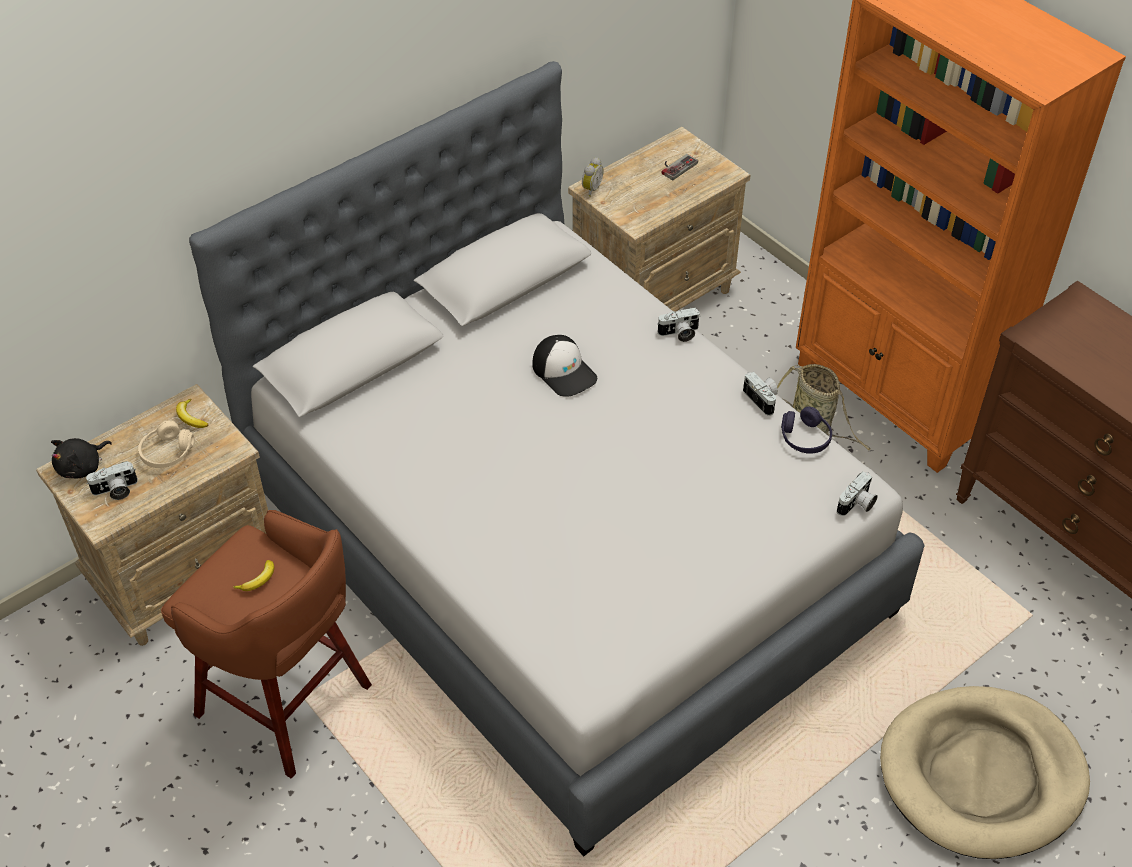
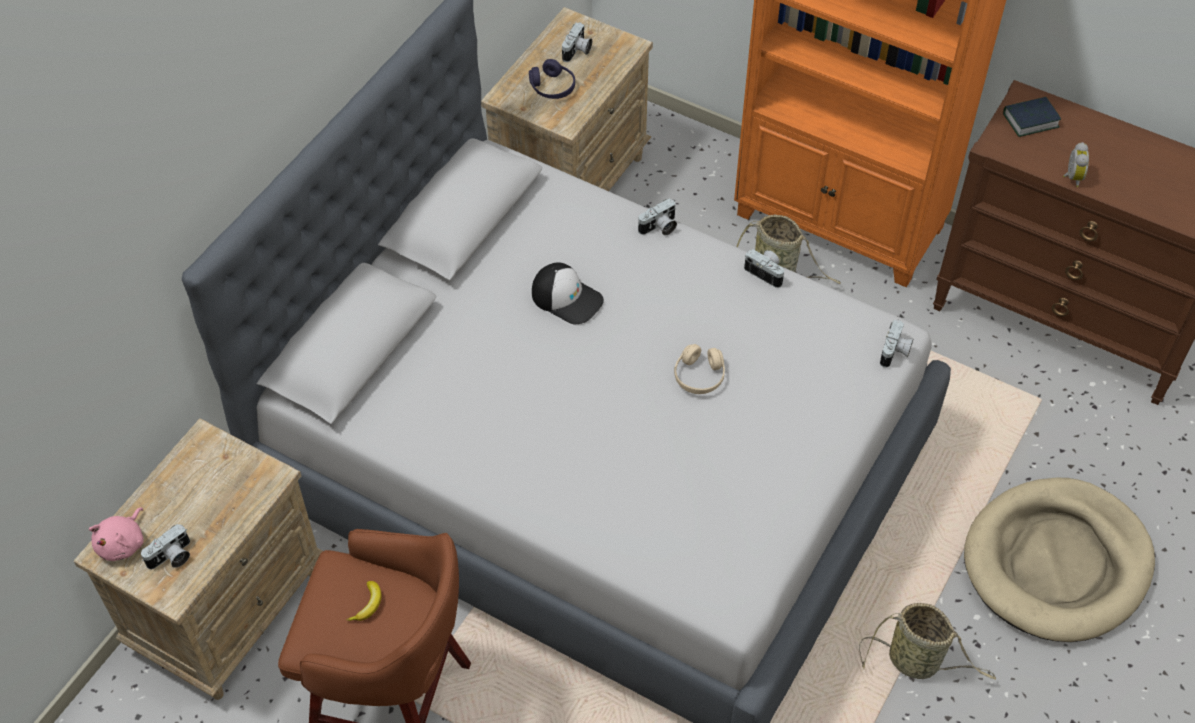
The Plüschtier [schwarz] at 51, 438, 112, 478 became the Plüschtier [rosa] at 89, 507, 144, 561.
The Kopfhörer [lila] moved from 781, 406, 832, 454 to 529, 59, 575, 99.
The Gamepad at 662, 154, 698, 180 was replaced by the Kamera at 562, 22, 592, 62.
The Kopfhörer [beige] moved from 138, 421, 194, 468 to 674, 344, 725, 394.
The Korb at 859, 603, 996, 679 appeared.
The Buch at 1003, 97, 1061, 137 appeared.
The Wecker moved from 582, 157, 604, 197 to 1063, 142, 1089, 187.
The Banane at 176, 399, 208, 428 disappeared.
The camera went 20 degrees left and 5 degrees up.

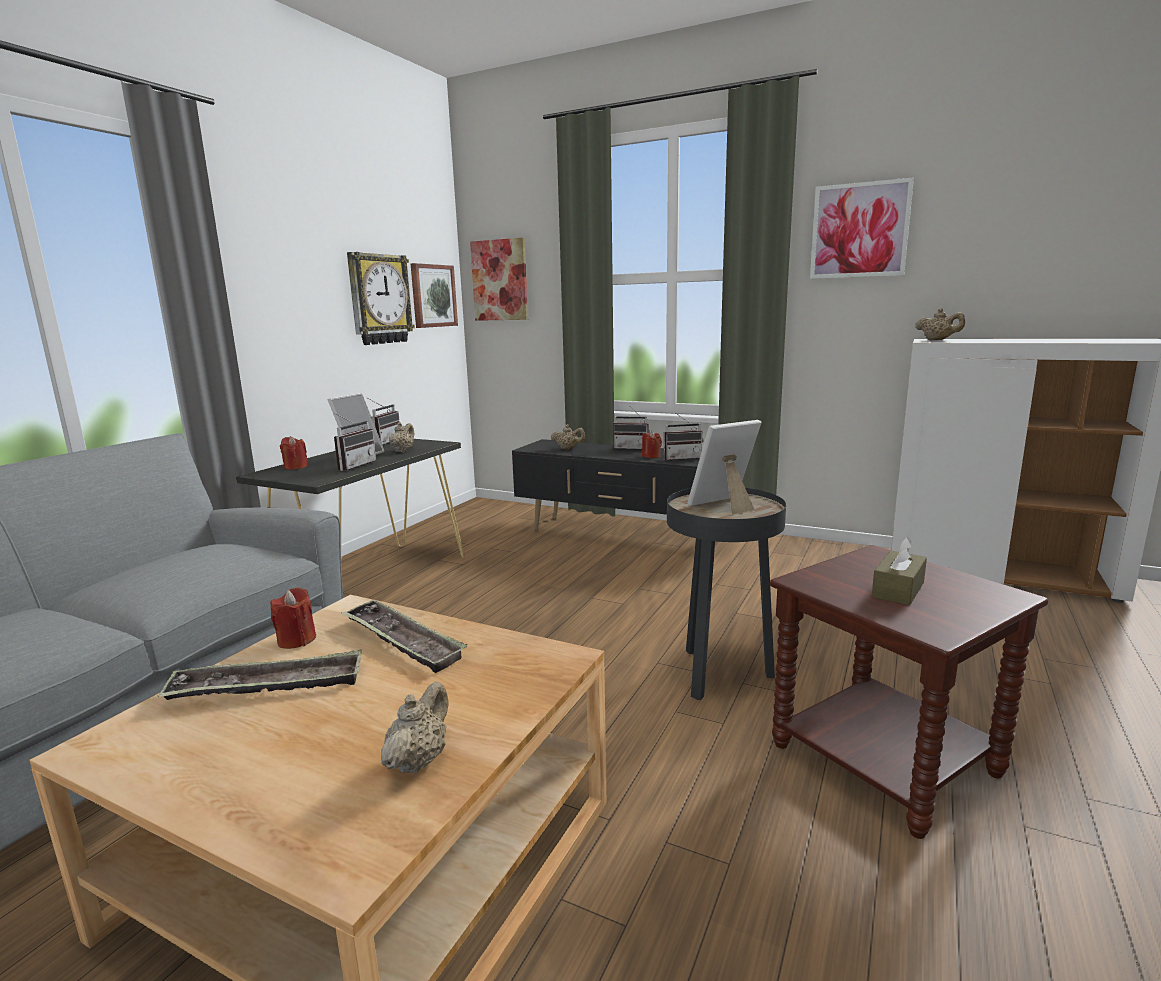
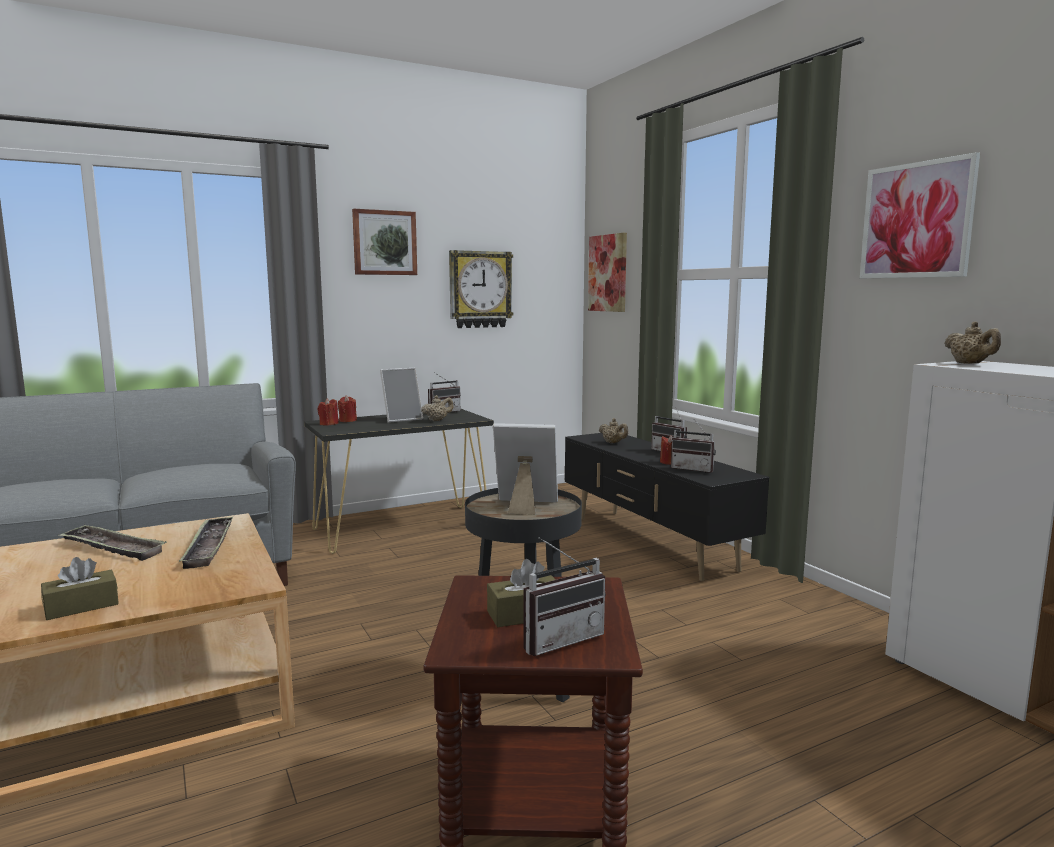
The Teekanne [beige] at 381, 682, 448, 774 was replaced by the Taschentuchbox [braun] at 41, 557, 119, 620.
The Kerze [rot] moved from 270, 588, 316, 649 to 317, 398, 339, 425.
The Bild moved from 411, 263, 458, 328 to 352, 209, 417, 275.
The Radio moved from 334, 413, 376, 471 to 523, 537, 606, 656.
The camera went 35 degrees right and 5 degrees down.

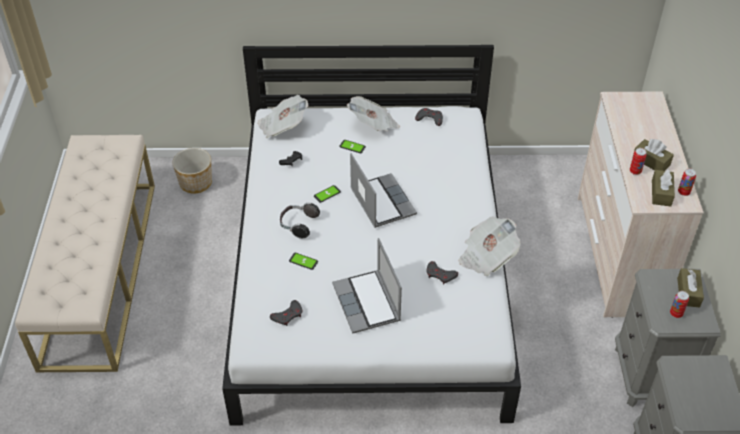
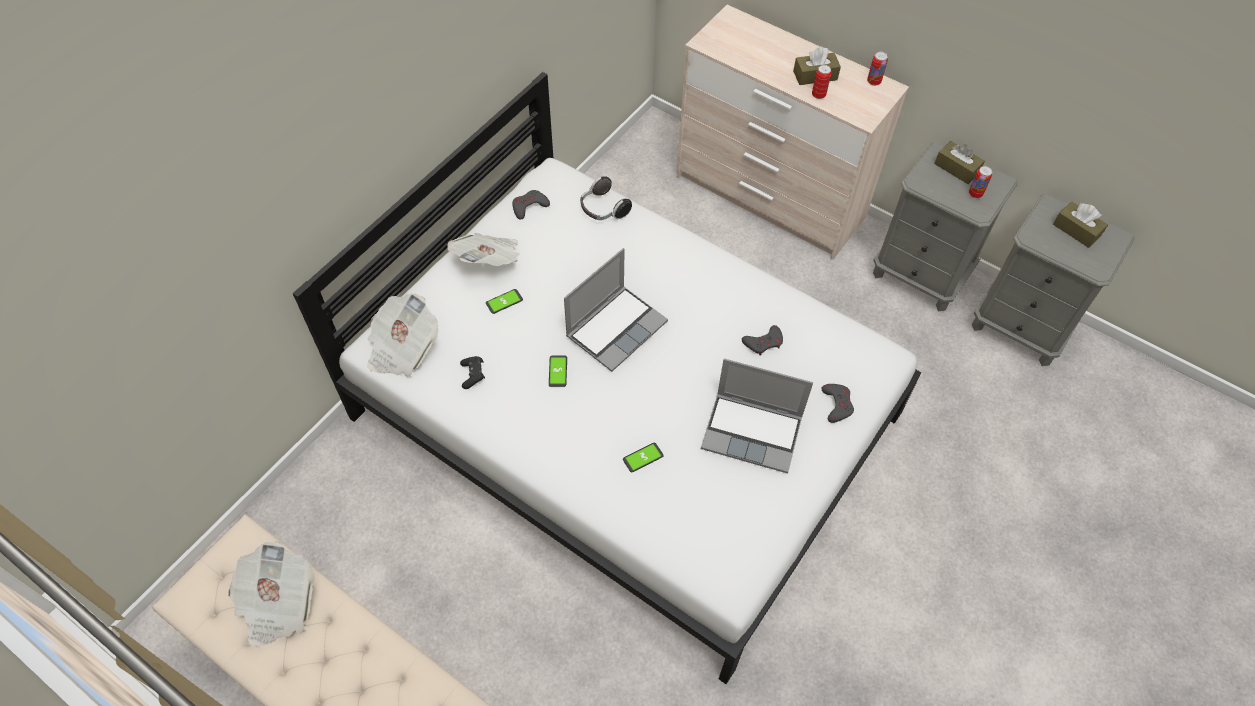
The Zeitung moved from 459, 216, 521, 277 to 228, 541, 315, 647.
The Laptop at 350, 153, 417, 228 turned 120 degrees clockwise.
The Kopfhörer moved from 280, 202, 320, 239 to 580, 176, 632, 220.
The Gamepad [grau] moved from 270, 300, 302, 326 to 822, 384, 854, 423.
The Taschentuchbox [braun] moved from 652, 170, 675, 207 to 1053, 201, 1108, 248.
The Pflanzkübel at 172, 148, 212, 194 disappeared.
The camera went 55 degrees left and 10 degrees up.

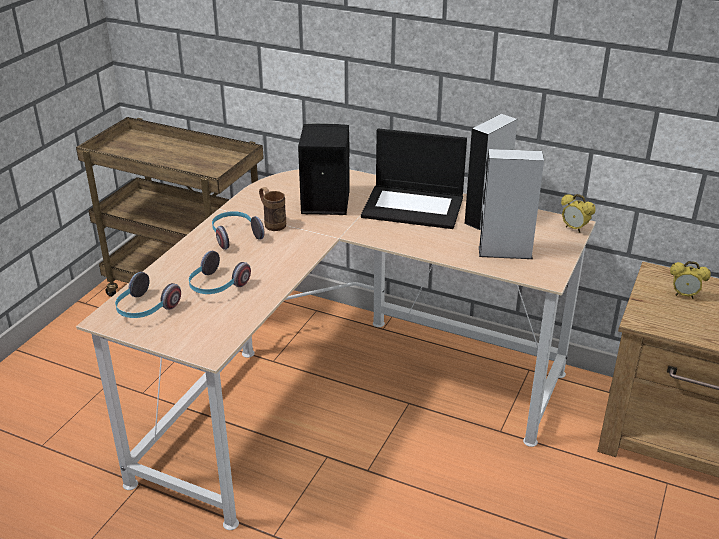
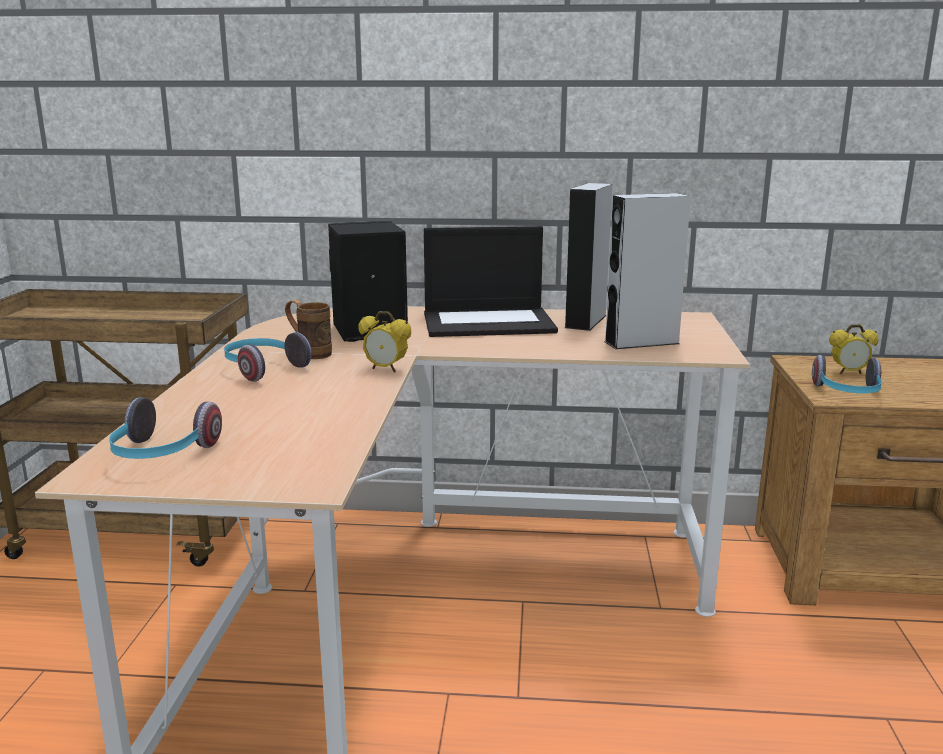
The Wecker moved from 561, 194, 596, 233 to 358, 311, 411, 372.
The Kopfhörer moved from 189, 251, 251, 294 to 812, 355, 882, 393.
The camera went 20 degrees left and 15 degrees down.

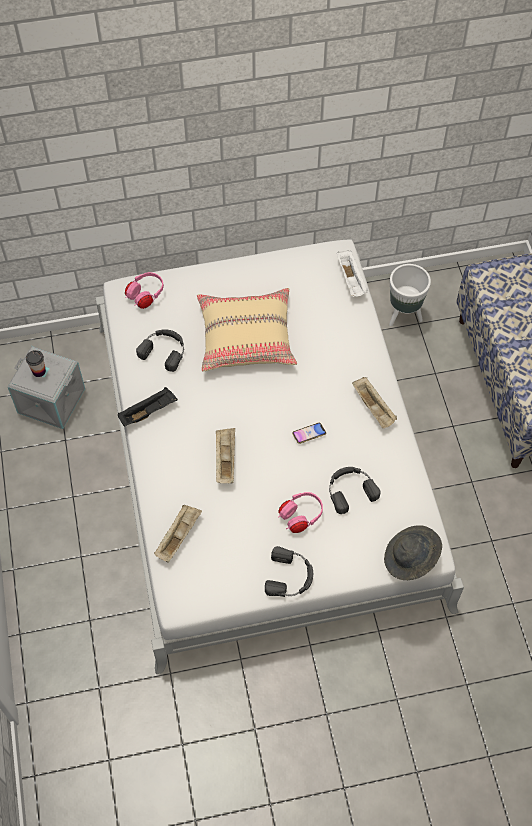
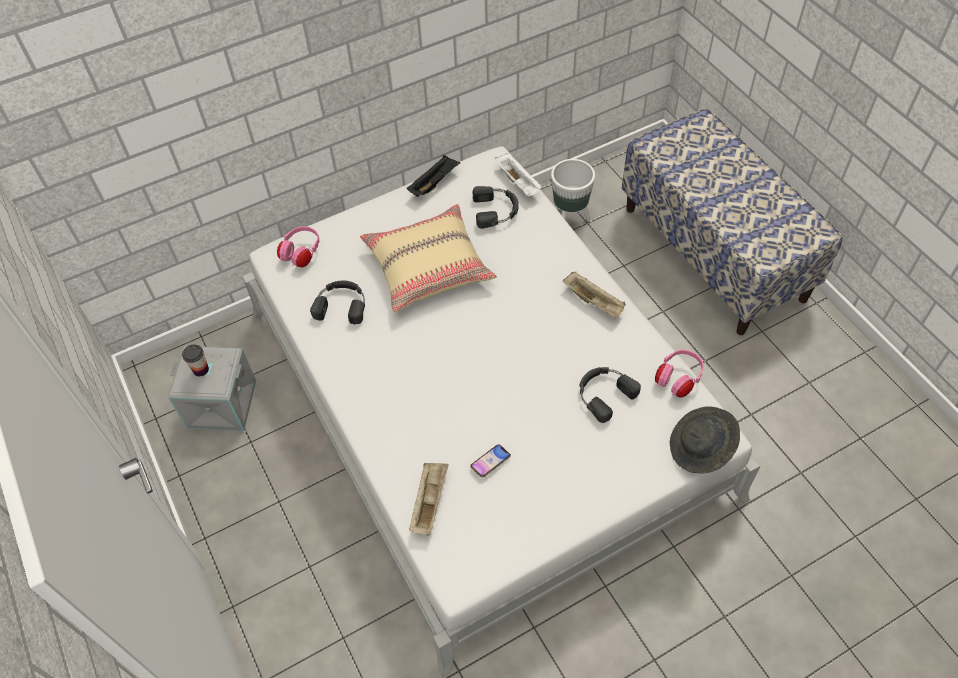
The Tablett [schwarz] moved from 118, 387, 178, 427 to 407, 155, 461, 197.
The Handy moved from 292, 423, 326, 444 to 470, 444, 511, 478.
The Kopfhörer [schwarz] moved from 265, 546, 313, 597 to 473, 186, 519, 229.
The Kopfhörer [rosa] moved from 278, 492, 323, 533 to 655, 349, 704, 398.
The Tablett [beige] at 216, 428, 235, 483 disappeared.
The camera went 15 degrees left and 5 degrees down.

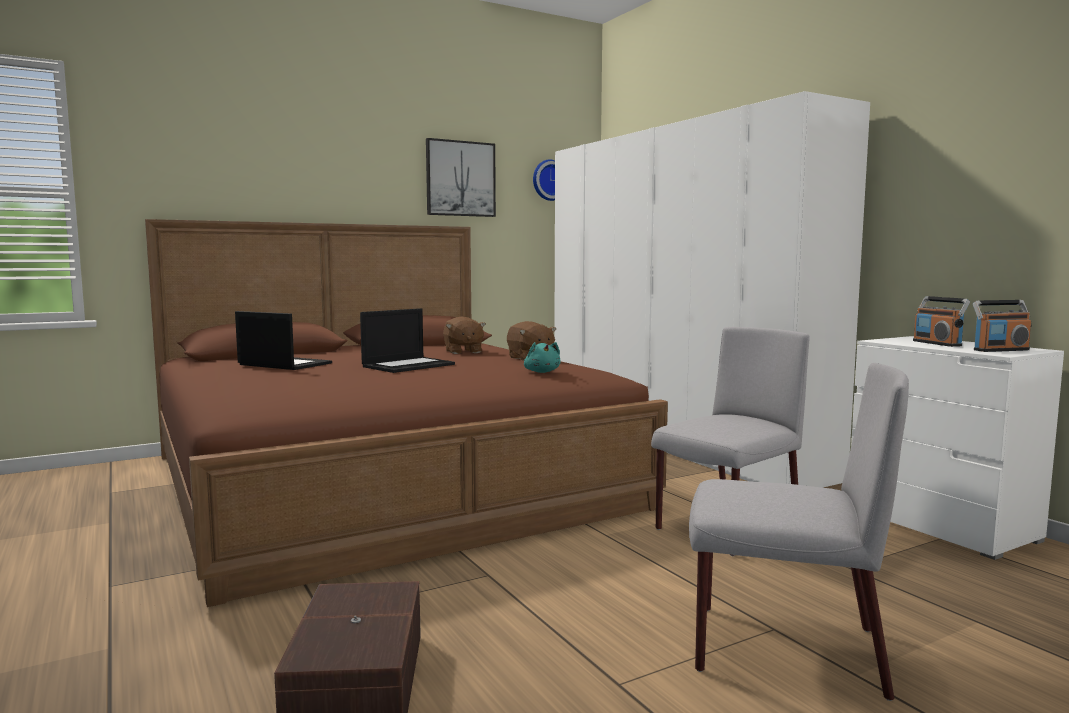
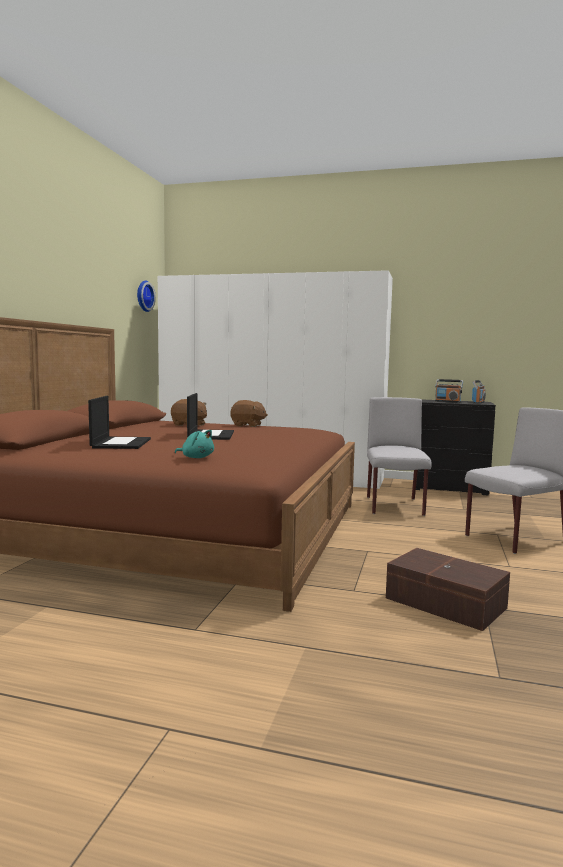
The Laptop at 235, 311, 332, 370 turned 105 degrees clockwise.
The Plüschtier [türkis] moved from 524, 342, 561, 373 to 175, 430, 214, 458.
The Kommode [weiß] at 851, 336, 1064, 560 became the Kommode [schwarz] at 416, 399, 496, 496.
The Bild at 426, 138, 496, 217 disappeared.
The camera went 45 degrees left and 0 degrees up.

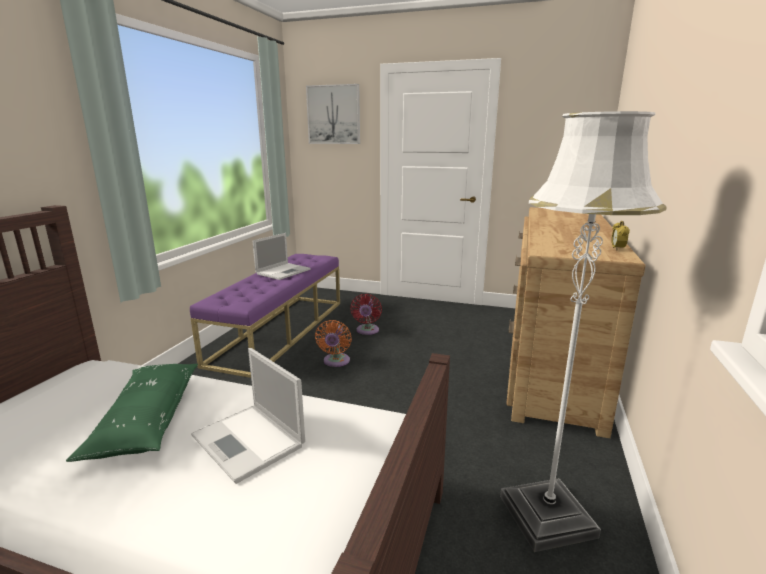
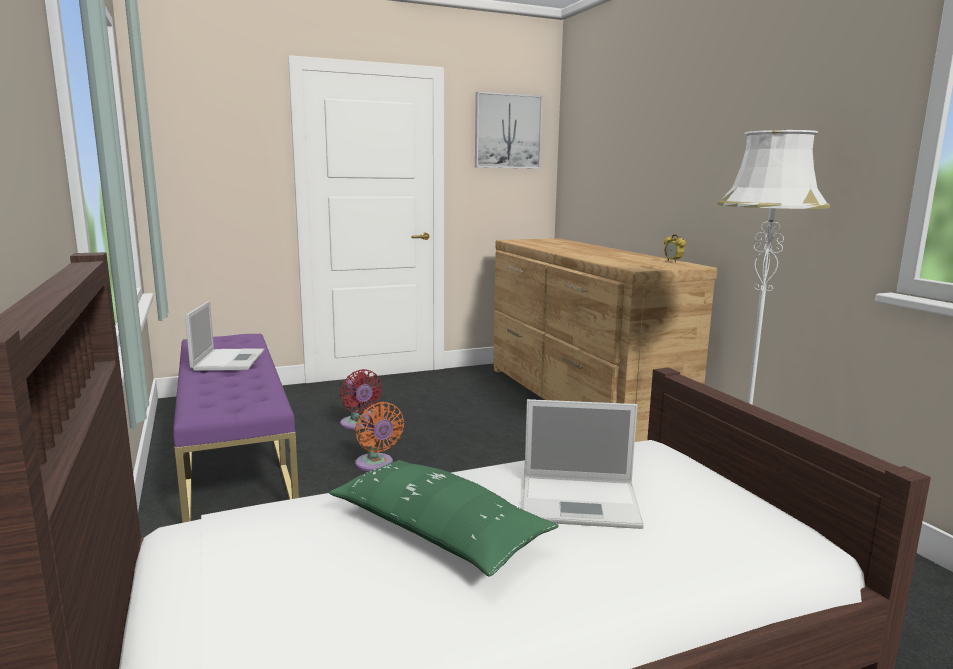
The Bild moved from 306, 84, 360, 144 to 475, 92, 543, 169.
The camera went 40 degrees left and 5 degrees down.

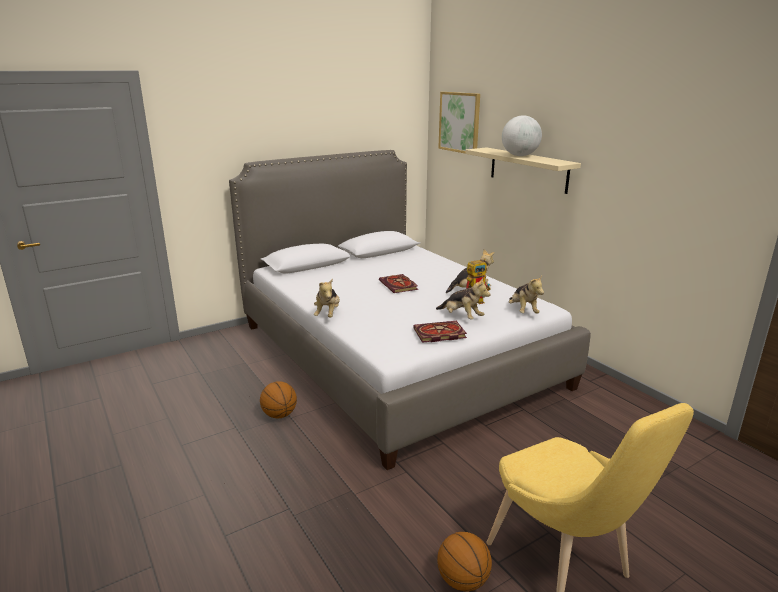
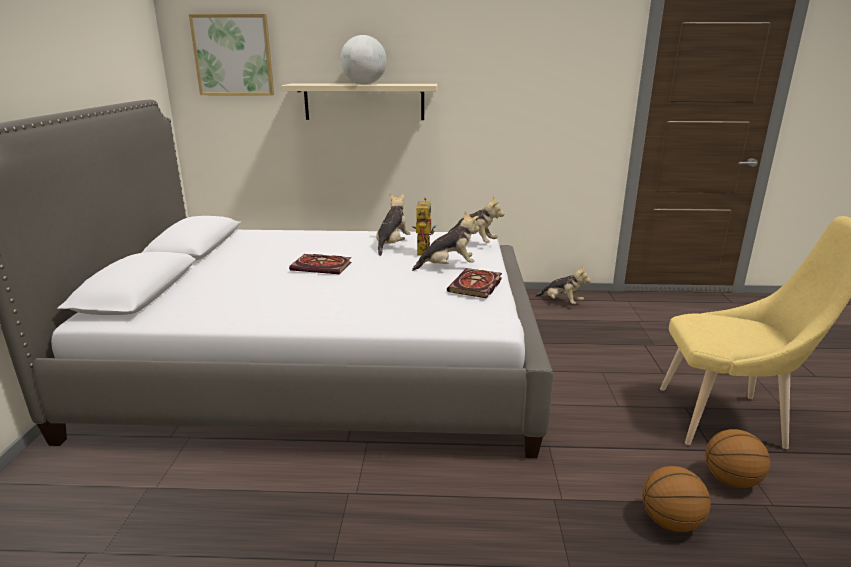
The Plüschtier moved from 314, 279, 340, 318 to 535, 266, 591, 304.
The Basketball moved from 260, 381, 297, 418 to 642, 466, 711, 532.
The camera went 55 degrees left and 0 degrees up.

